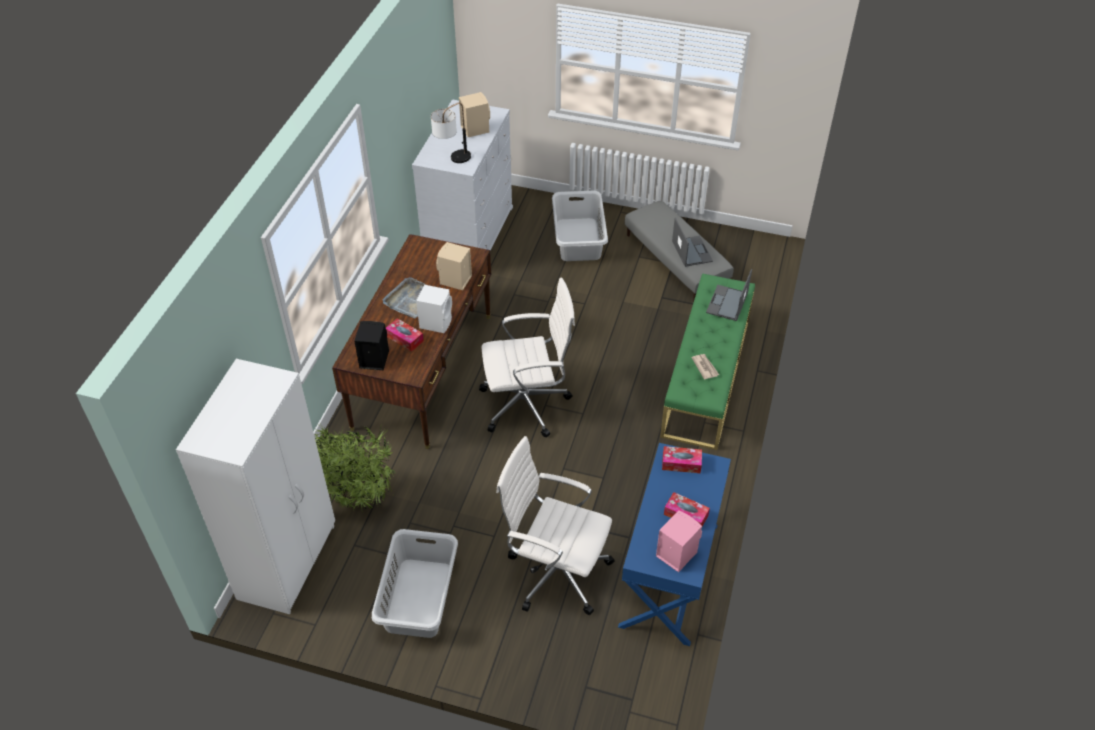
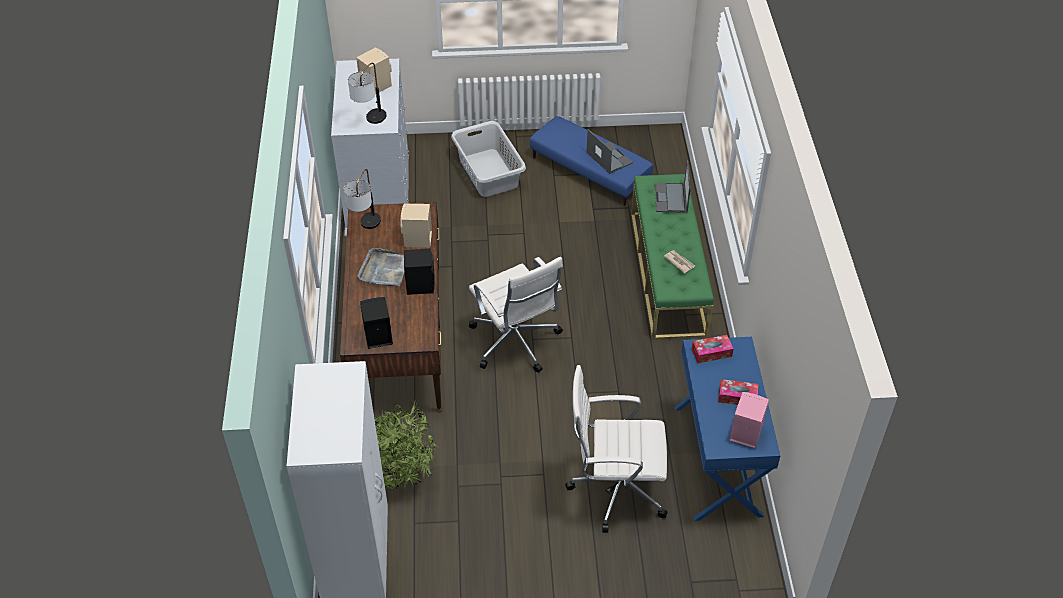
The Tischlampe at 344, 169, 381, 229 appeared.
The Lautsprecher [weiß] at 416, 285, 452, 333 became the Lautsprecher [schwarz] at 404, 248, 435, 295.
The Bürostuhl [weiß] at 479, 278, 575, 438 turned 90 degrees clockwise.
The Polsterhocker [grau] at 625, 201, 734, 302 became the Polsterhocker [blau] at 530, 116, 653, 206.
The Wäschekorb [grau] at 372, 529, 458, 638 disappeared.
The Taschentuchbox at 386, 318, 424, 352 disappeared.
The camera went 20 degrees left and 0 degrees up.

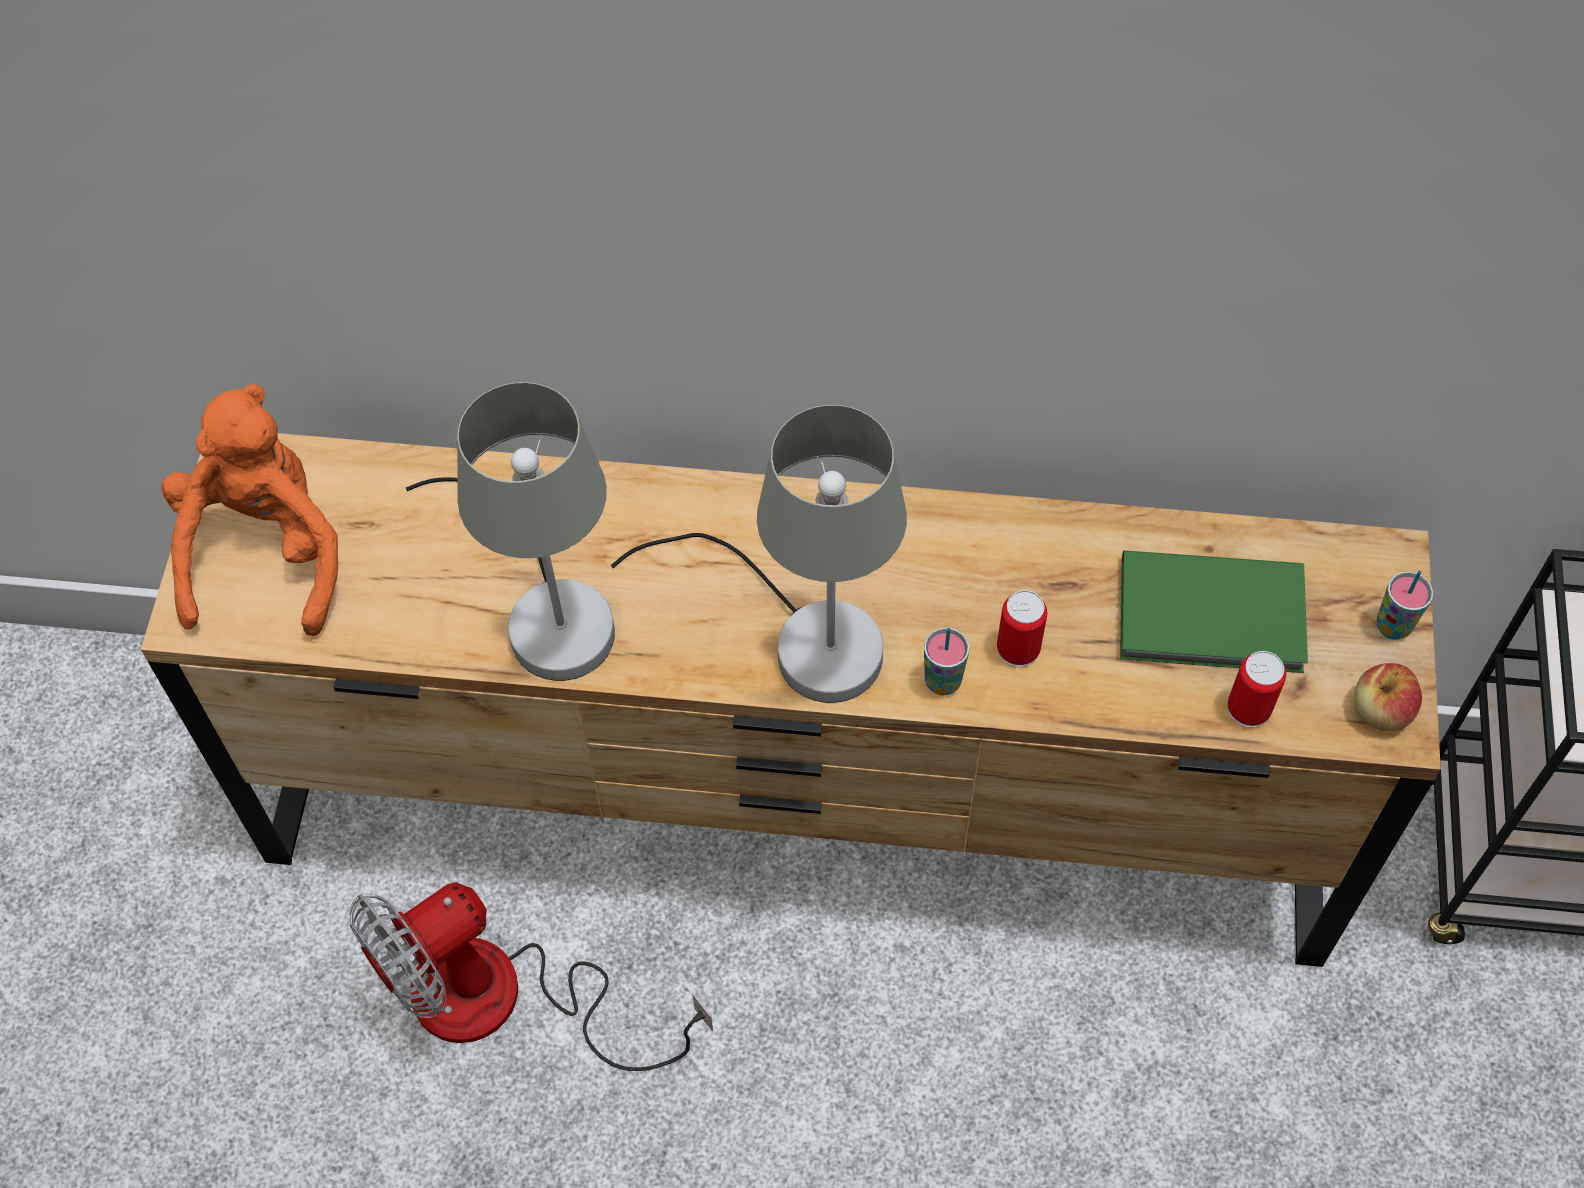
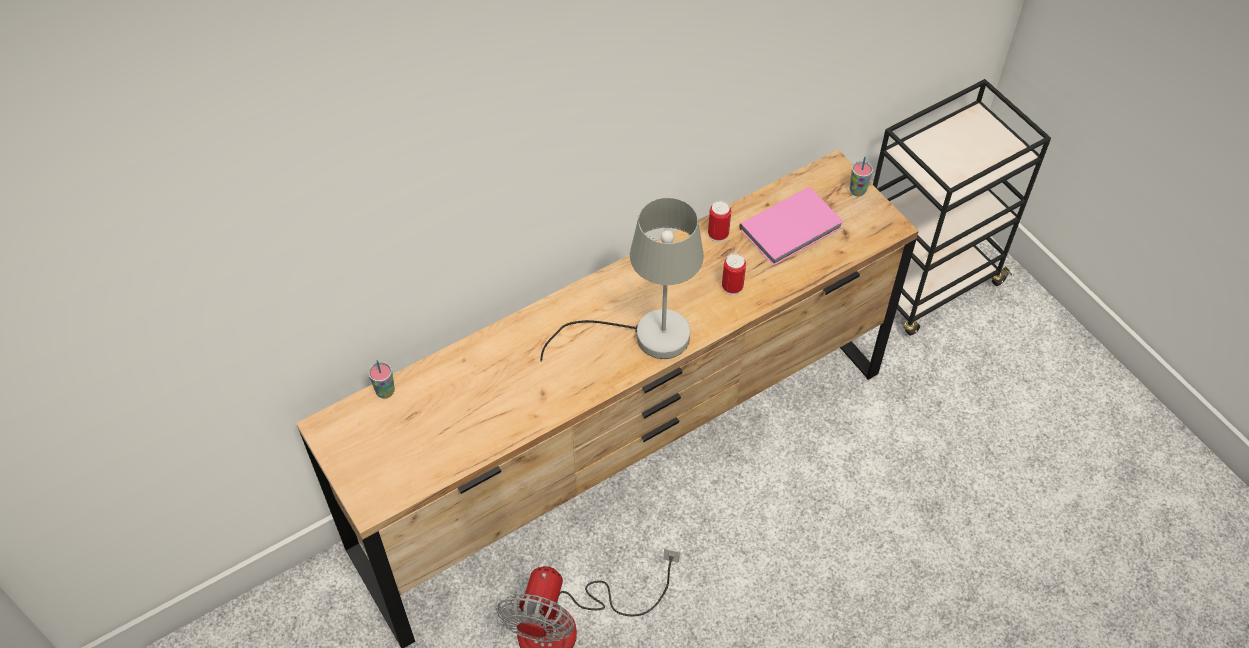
The Tasse moved from 924, 628, 969, 695 to 368, 360, 395, 399.
The Dose moved from 1228, 651, 1286, 728 to 708, 201, 731, 242.
The Buch [grün] at 1120, 550, 1308, 673 became the Buch [rosa] at 739, 187, 844, 266.
The Plüschtier [orange] at 161, 383, 338, 636 disappeared.
The Tischlampe [grau] at 406, 382, 615, 681 disappeared.
The Apfel at 1355, 663, 1422, 731 disappeared.
The camera went 40 degrees left and 5 degrees down.

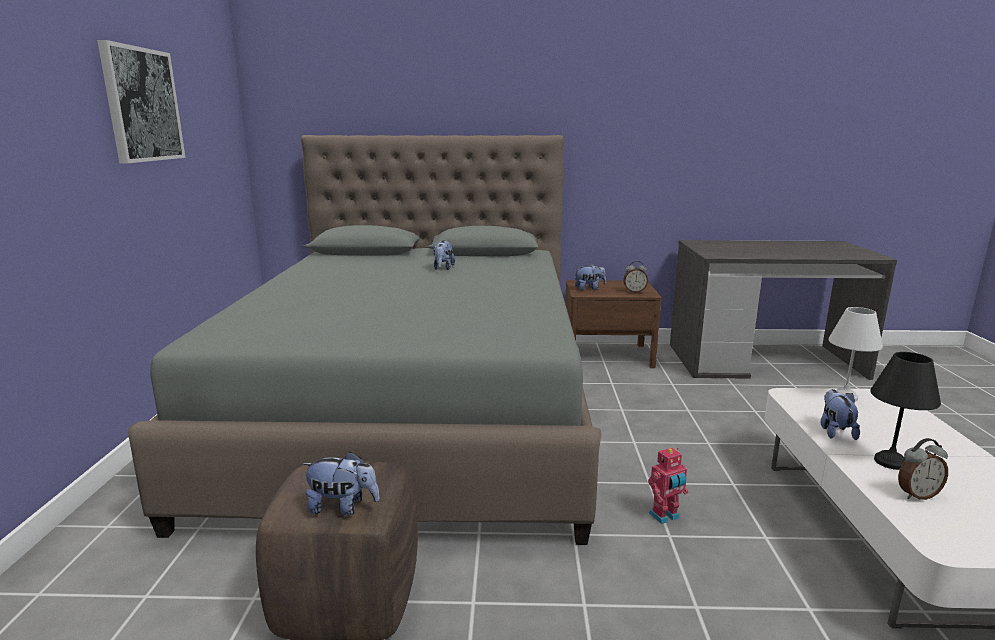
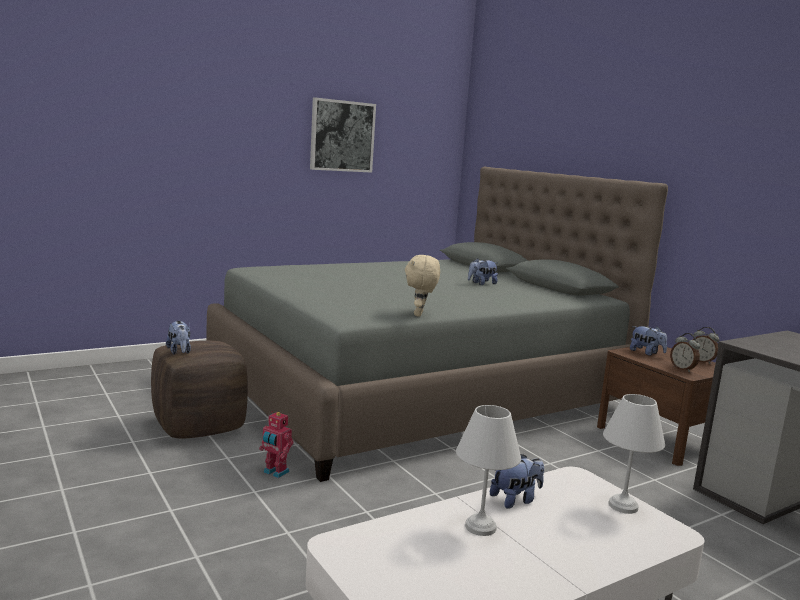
The Spielzeugroboter moved from 648, 448, 688, 524 to 259, 411, 294, 478.
The Plüschtier [beige] at 405, 255, 440, 317 appeared.
The Tischlampe [schwarz] at 870, 352, 941, 470 became the Tischlampe [weiß] at 456, 405, 521, 536.
The Wecker moved from 898, 438, 948, 500 to 693, 327, 719, 364.
The camera went 55 degrees right and 5 degrees down.

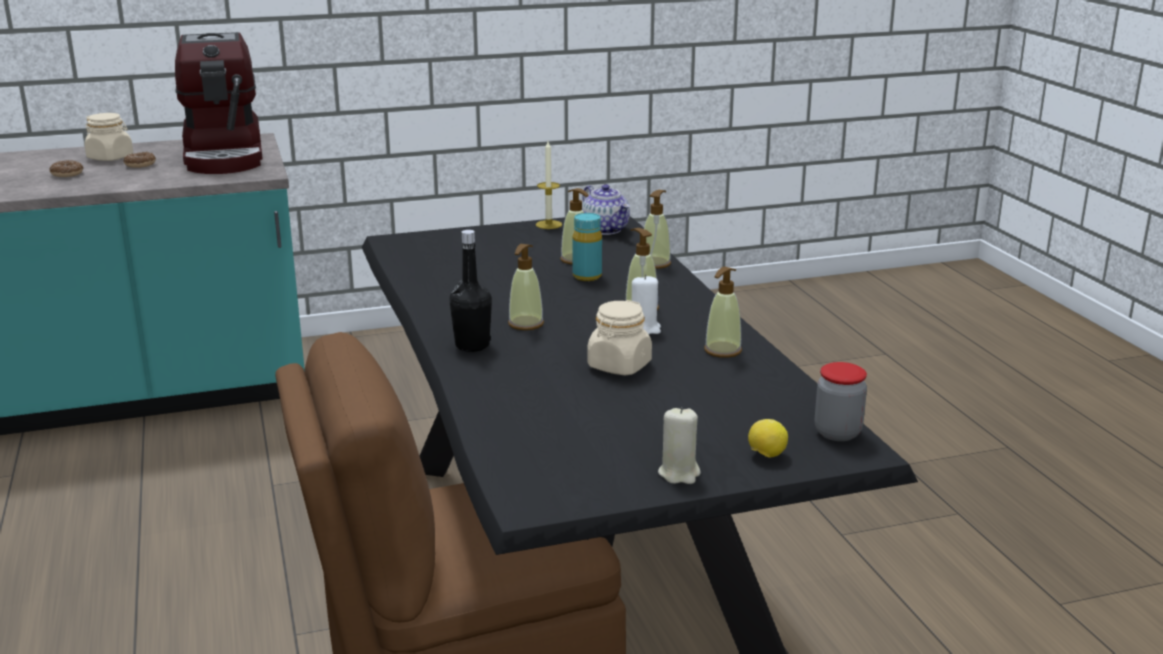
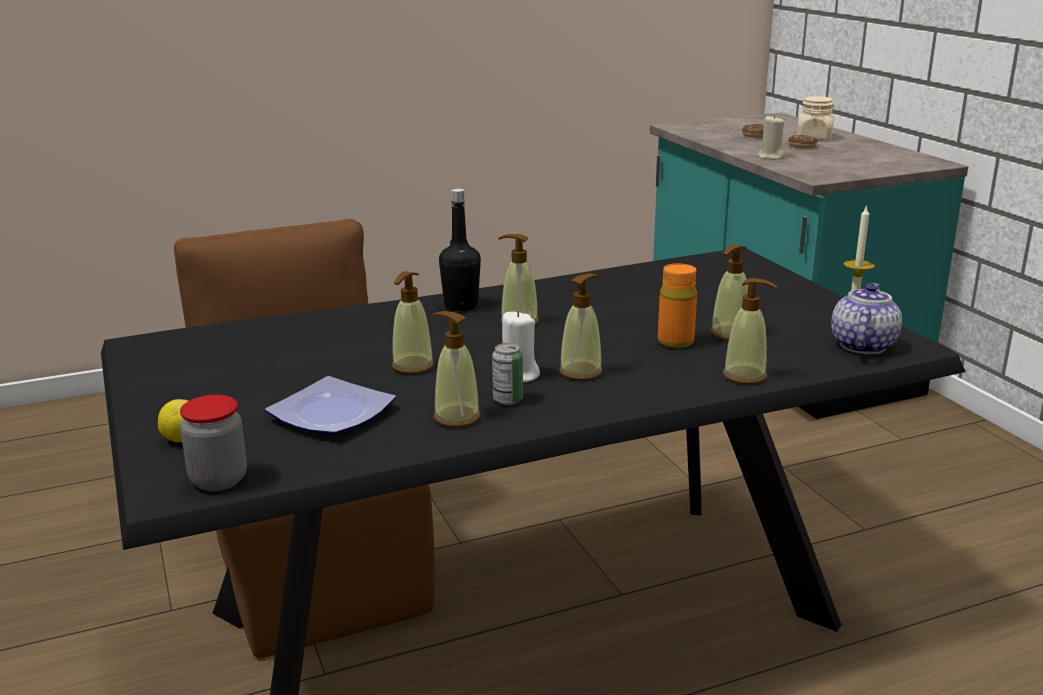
The Teller at 265, 376, 396, 436 appeared.
The Vorratsglas [beige] at 587, 300, 652, 375 was replaced by the Seifenspender at 392, 271, 434, 374.
The Dose at 492, 343, 523, 405 appeared.
The Flasche [türkis] at 572, 213, 602, 281 became the Flasche [orange] at 658, 263, 697, 348.
The Kerze [beige] moved from 658, 407, 701, 484 to 758, 115, 784, 160.
The Teekanne at 582, 184, 630, 235 turned 150 degrees clockwise.
The Kaffeemaschine at 175, 32, 263, 174 disappeared.
The camera went 85 degrees right and 0 degrees up.

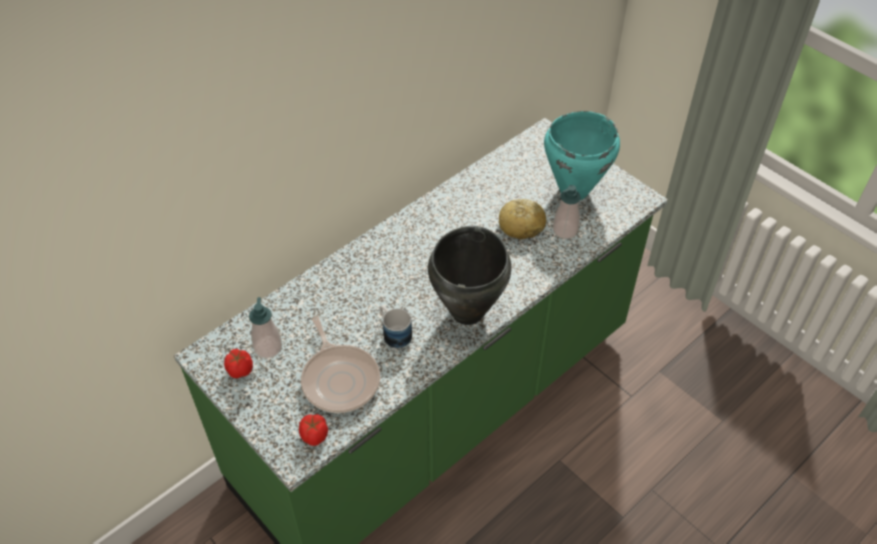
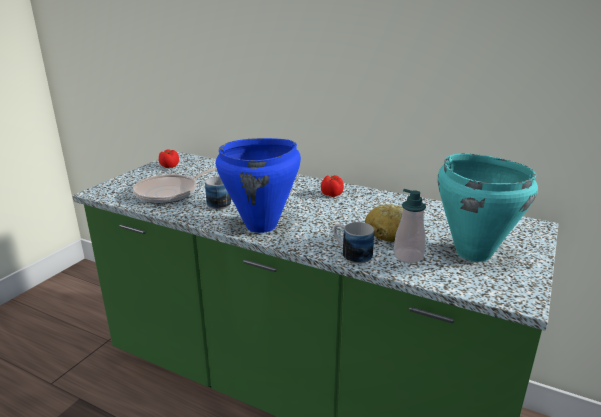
The Kochtopf [schwarz] at 428, 226, 511, 325 became the Kochtopf [blau] at 216, 138, 301, 233.
The Tomate moved from 299, 414, 328, 446 to 321, 175, 344, 197.
The Henkelbecher at 334, 222, 374, 264 appeared.
The Seifenspender at 249, 297, 282, 359 disappeared.
The camera went 70 degrees right and 25 degrees down.

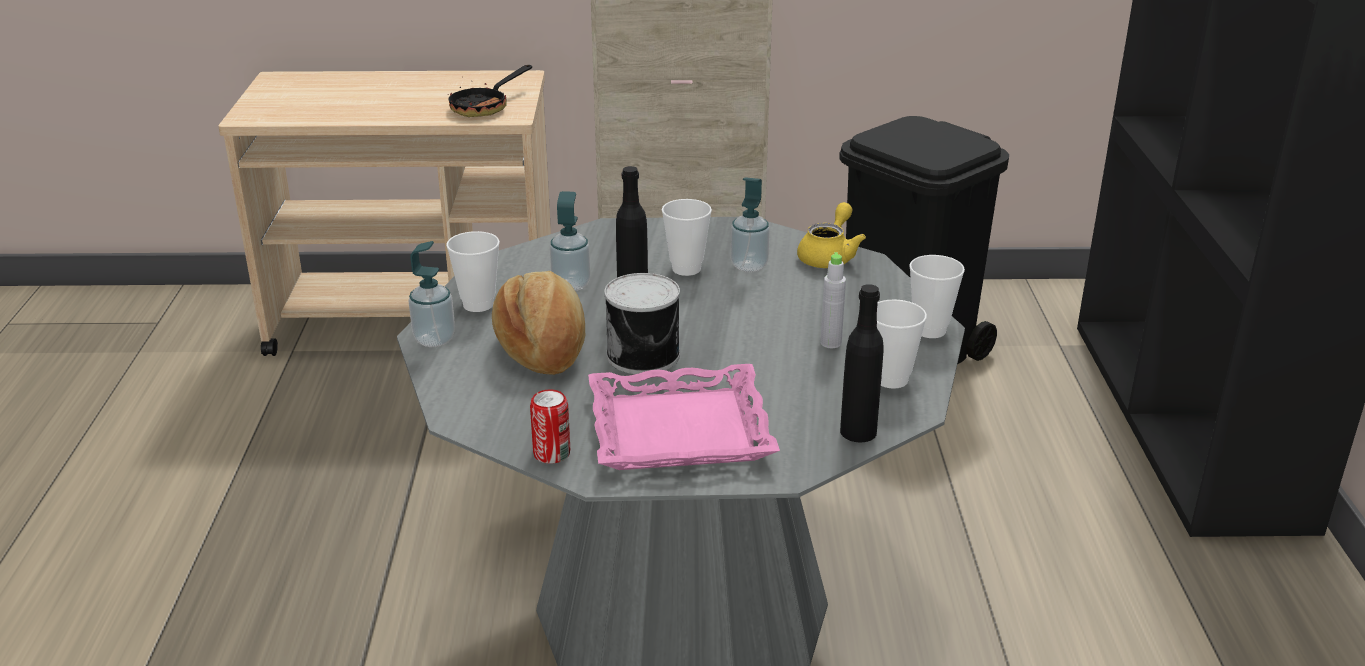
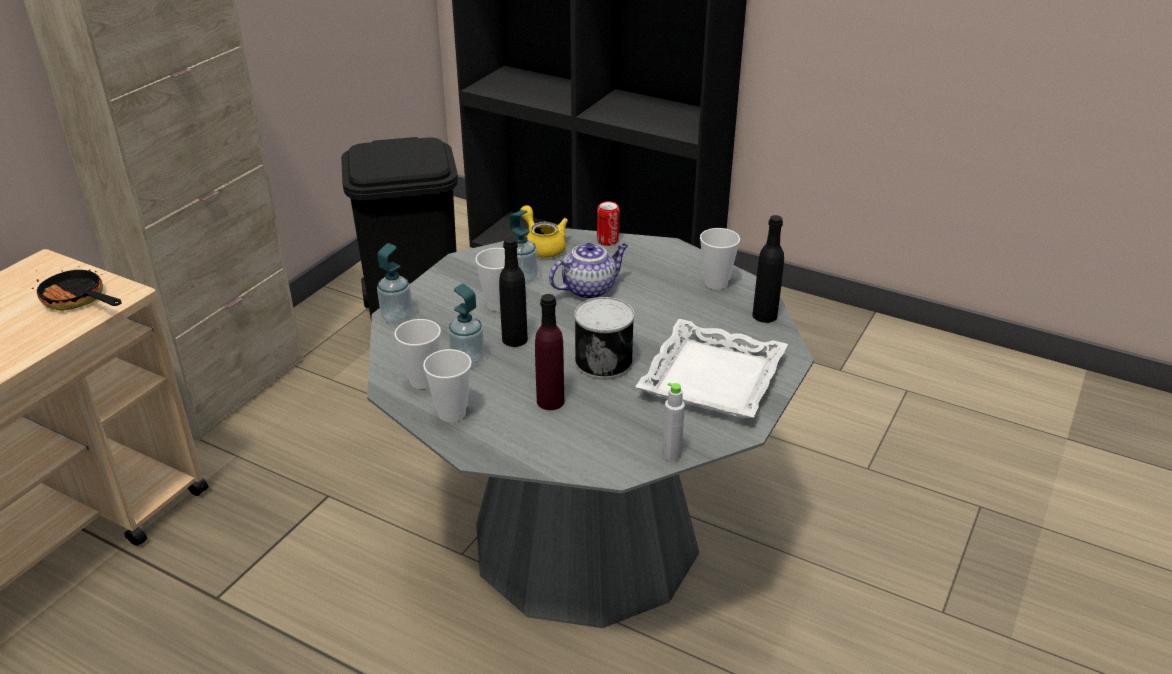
The Pfanne at 447, 65, 532, 117 turned 150 degrees clockwise.
The Seifenspender moved from 409, 241, 455, 347 to 377, 243, 413, 324.
The Tasse moved from 909, 255, 965, 338 to 394, 319, 441, 389.
The Brot at 492, 271, 585, 375 was replaced by the Flasche [lila] at 535, 294, 564, 410.
The Teekanne at 549, 243, 628, 299 appeared.
The Dose moved from 530, 389, 570, 464 to 597, 201, 620, 246.
The Tablett [rosa] at 588, 364, 780, 470 became the Tablett [weiß] at 636, 319, 788, 418.
The Flasche [grau] moved from 820, 252, 846, 348 to 662, 383, 685, 462.
The camera went 60 degrees left and 5 degrees up.

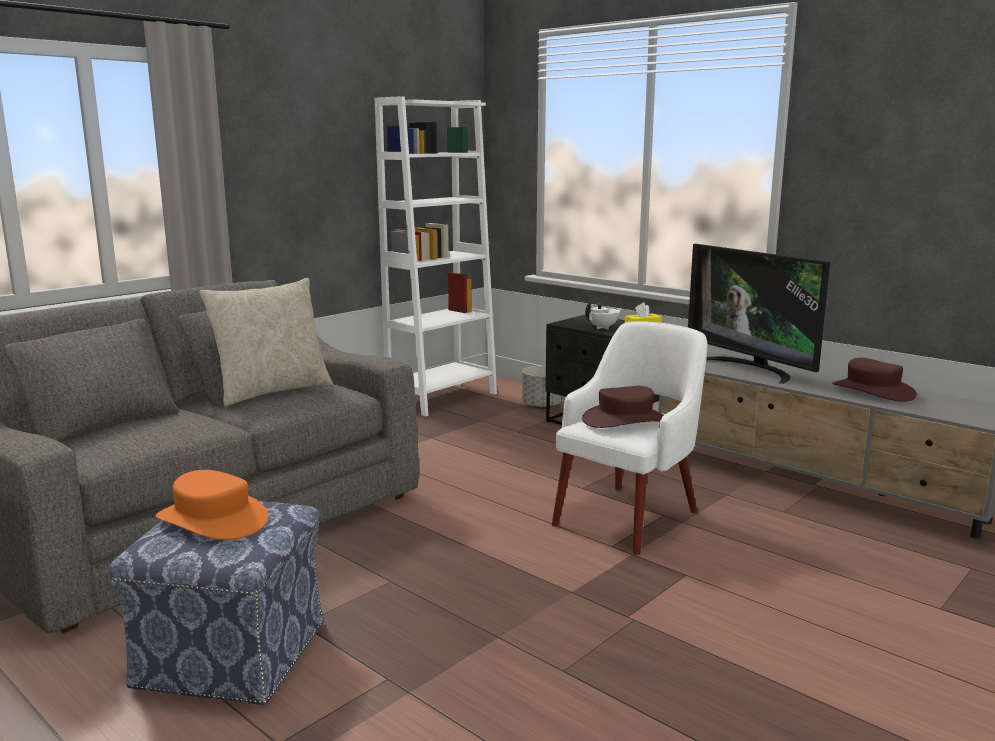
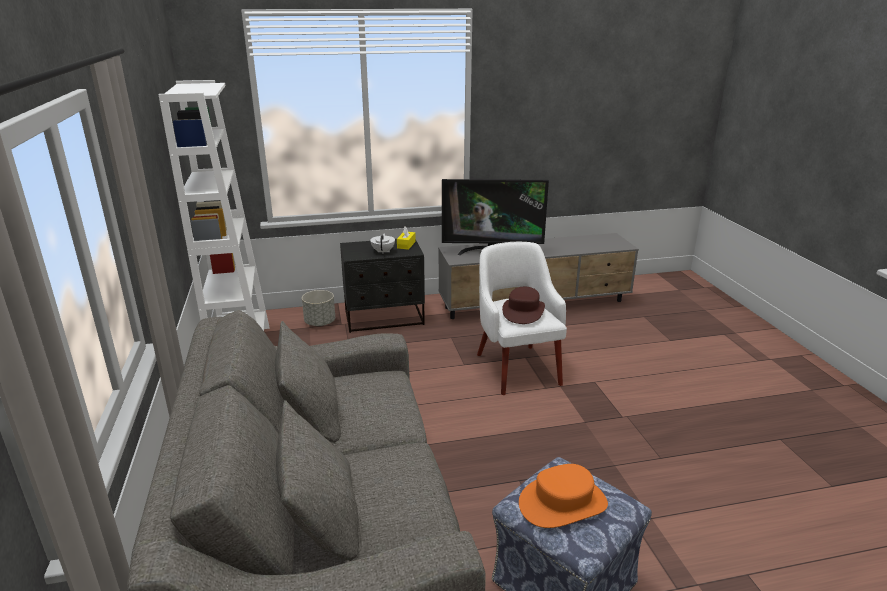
The Kissen [beige] at 199, 278, 333, 406 disappeared.
The Hut [braun] at 832, 358, 917, 402 disappeared.
The camera went 55 degrees left and 10 degrees up.

